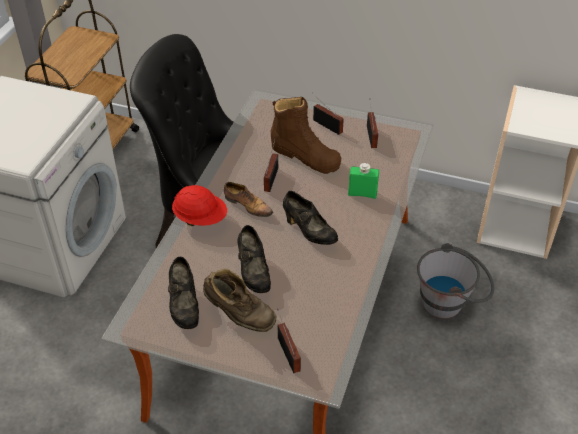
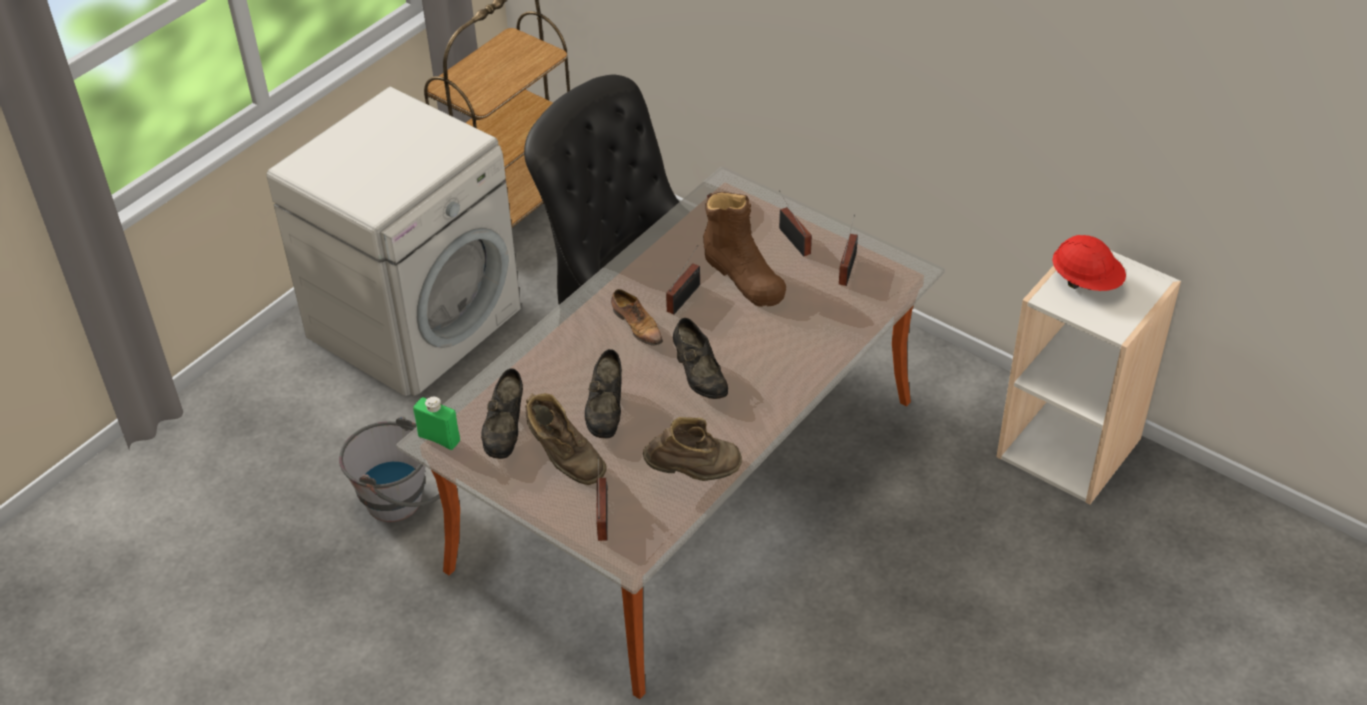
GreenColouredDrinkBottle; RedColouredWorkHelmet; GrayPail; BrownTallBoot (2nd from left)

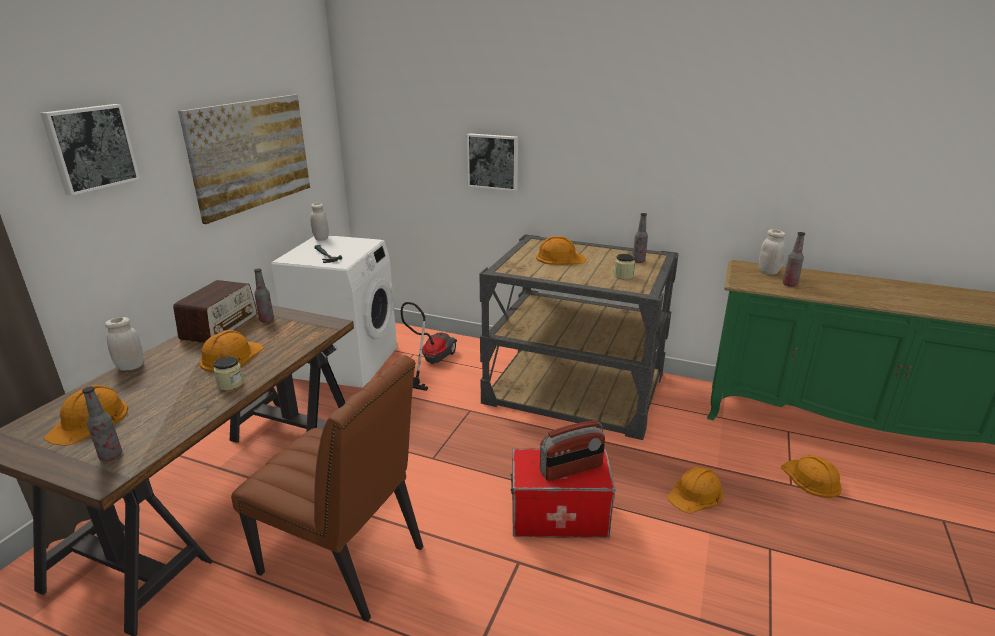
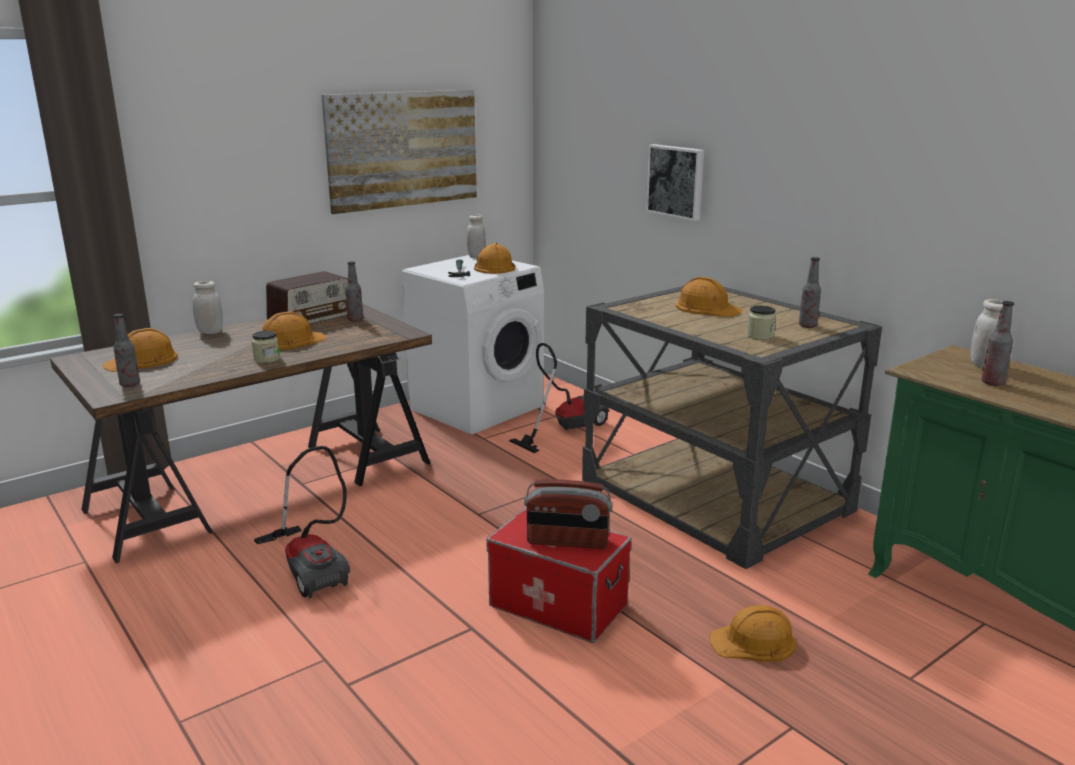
Picture (1st from left in the first image); Hoover (1st from left); OrangeyWorkHelmet (3rd from left)

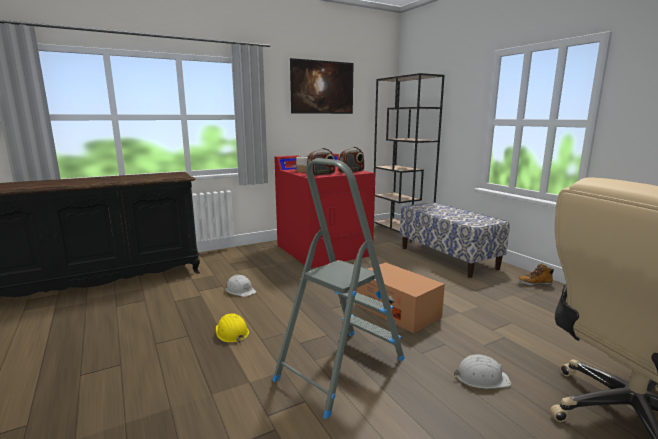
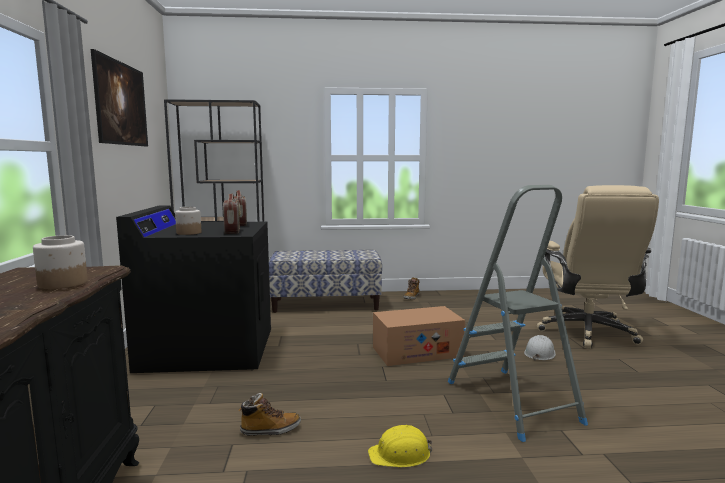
BlackishWashingMachine; TallBoot (1st from left); Jar (1st from left)

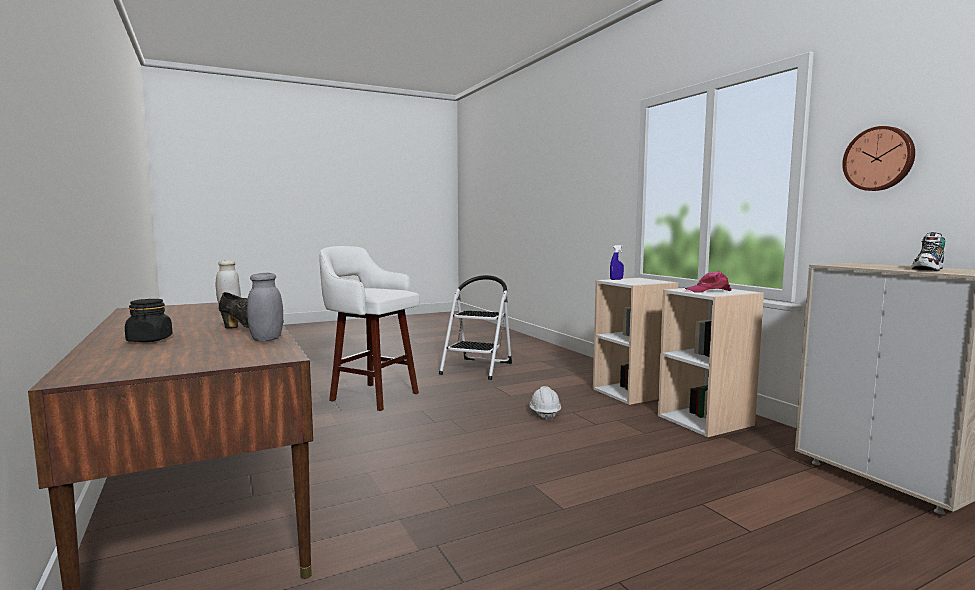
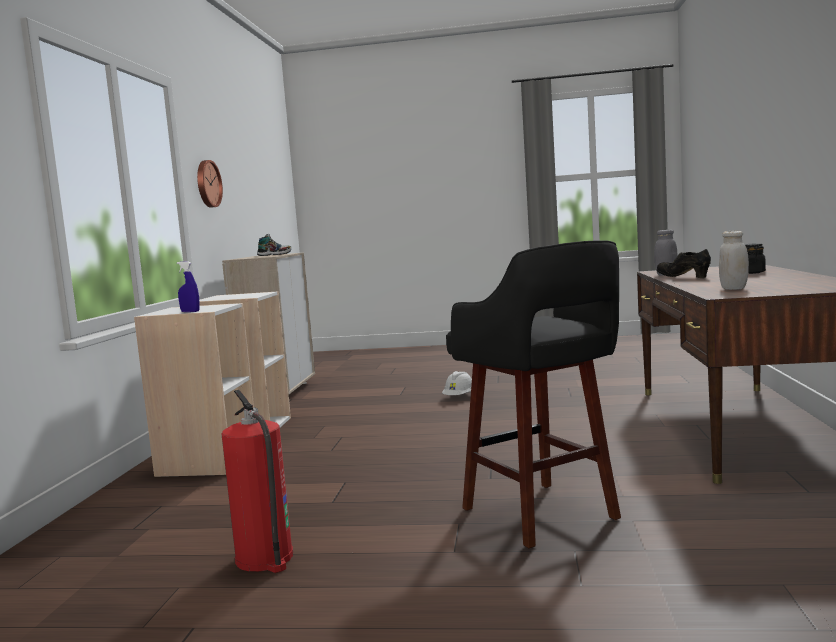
BlackishSittingStool; PinkColouredCap; FireExtinguisher; WhiteColouredWorkHelmet

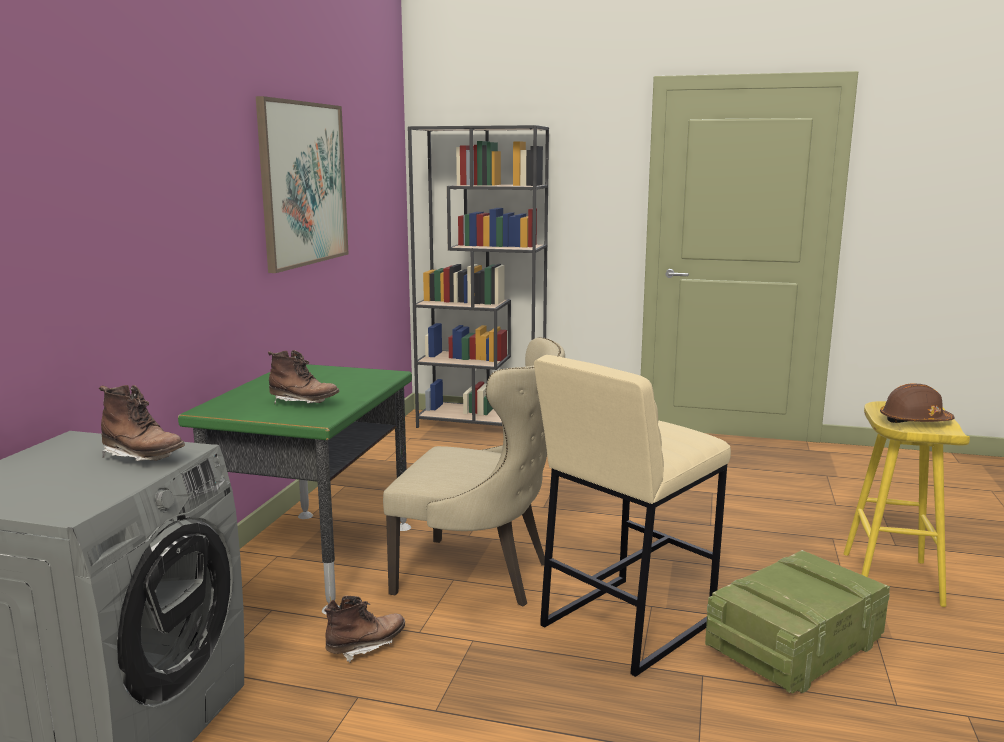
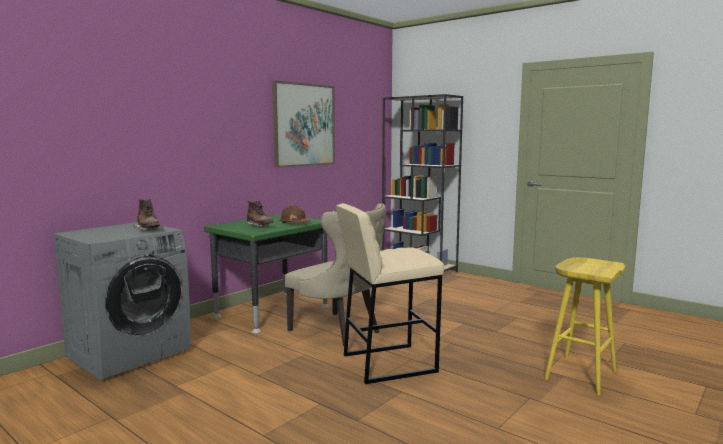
BrownWorkHelmet; Crate; BrownTallBoot (3rd from left in the first image)

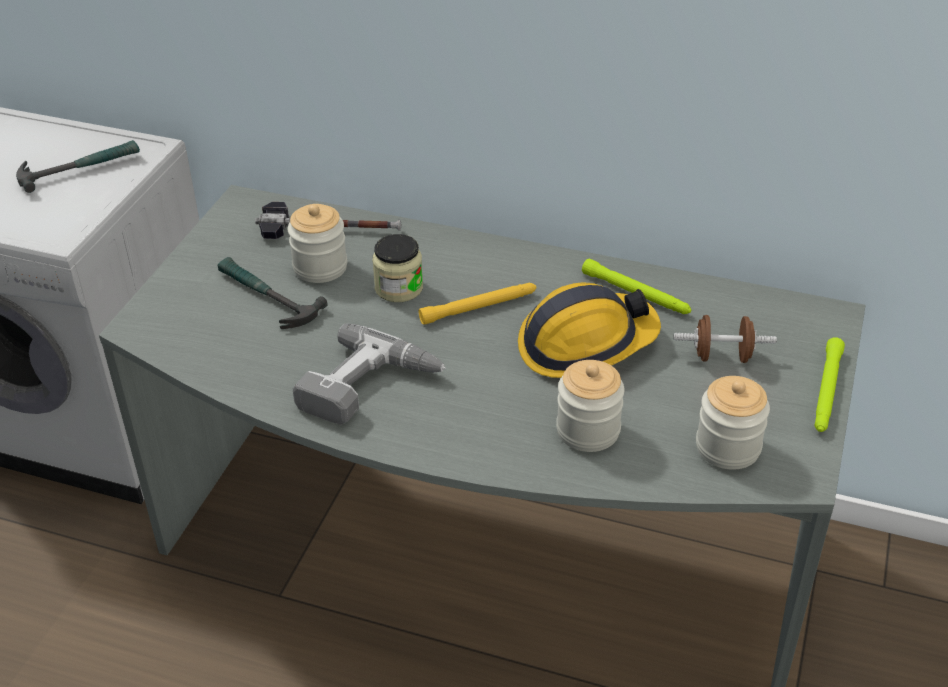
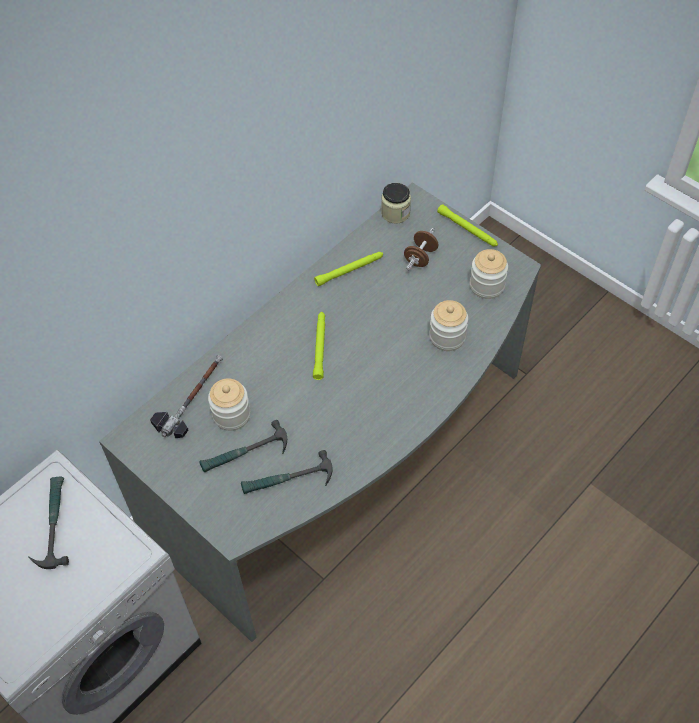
Jar (2nd from left); WorkHelmet; GreenColouredTorch (1st from left); PowerDrill; ToolHammer (4th from left)

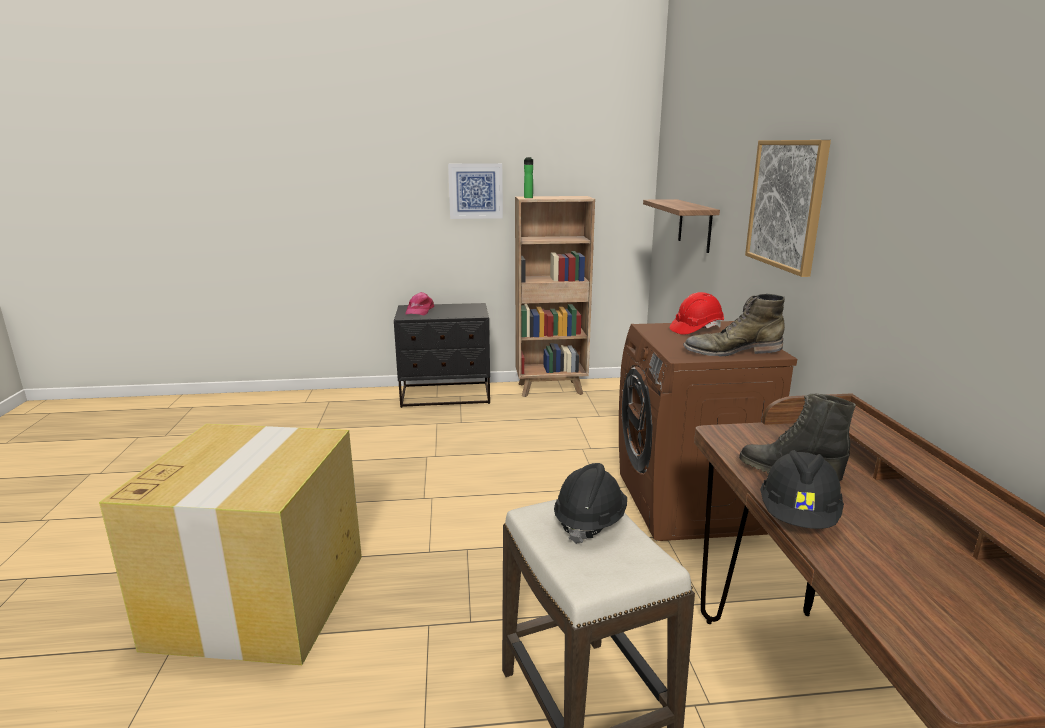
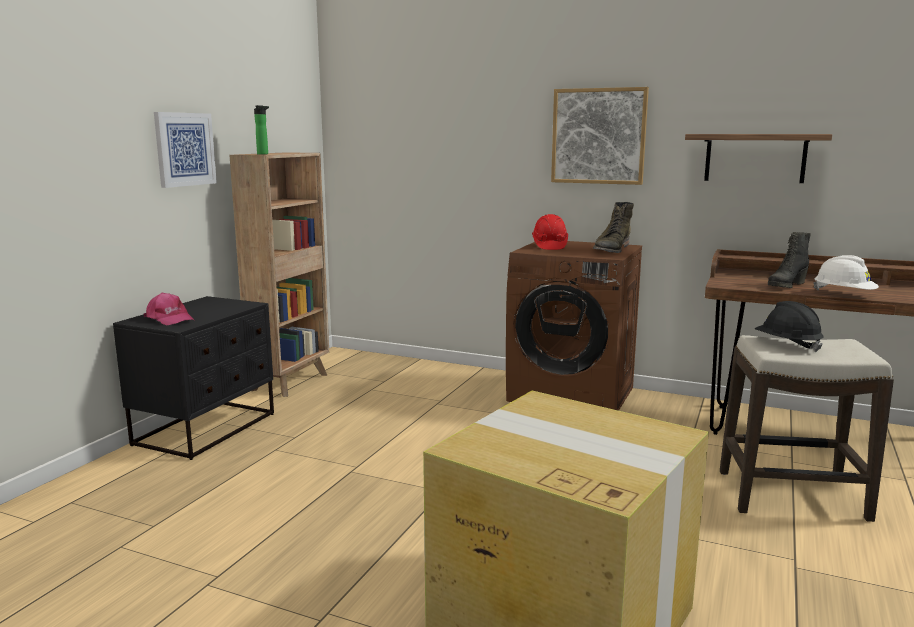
Shelf; WhiteColouredWorkHelmet

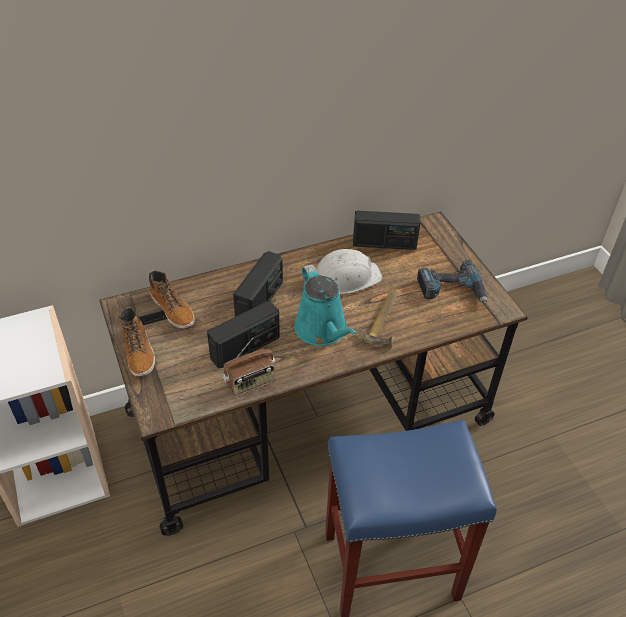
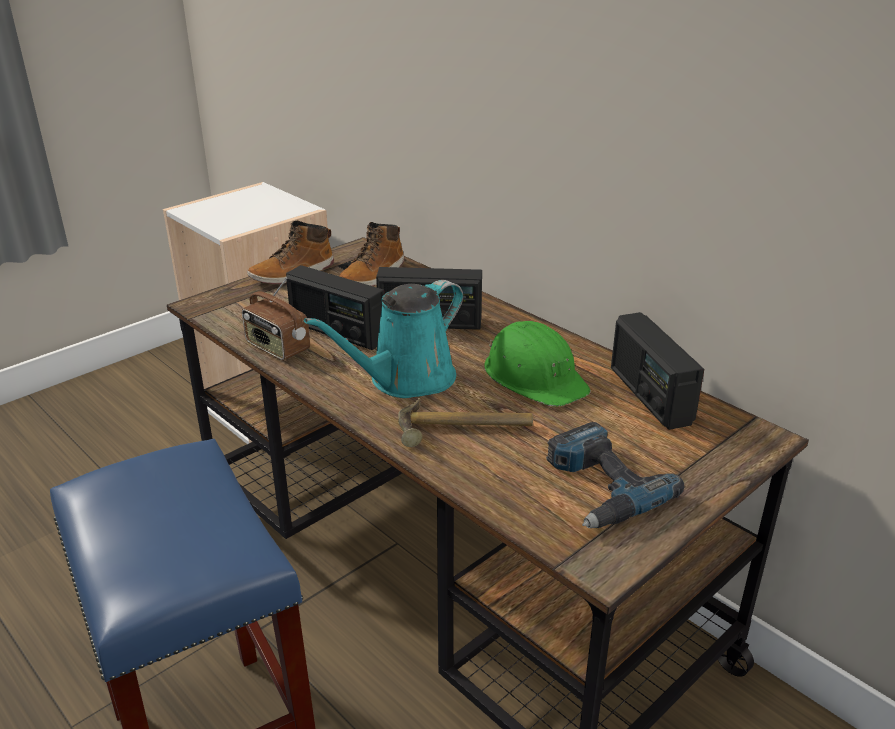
GreenColouredWorkHelmet

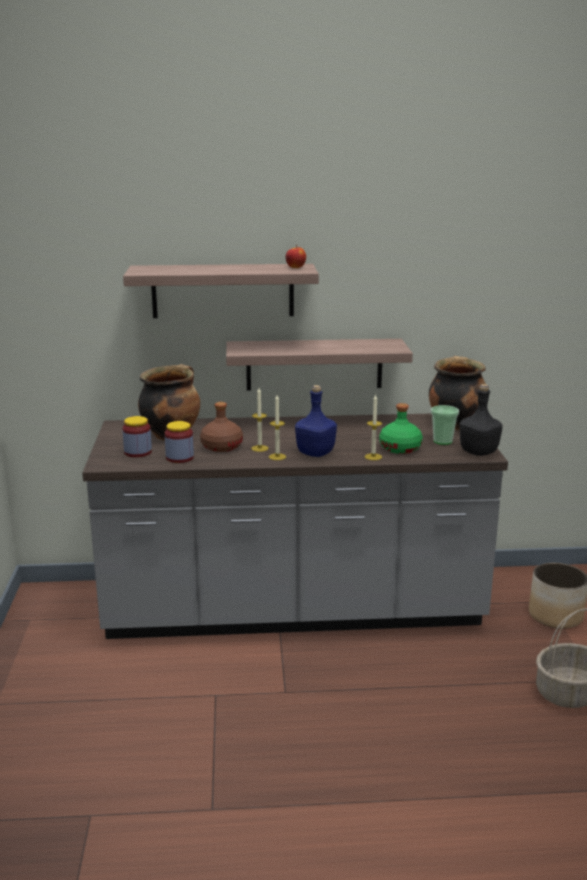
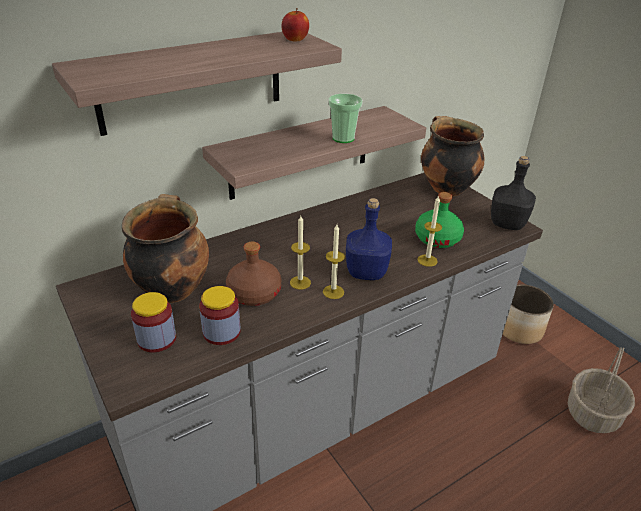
SmallCup

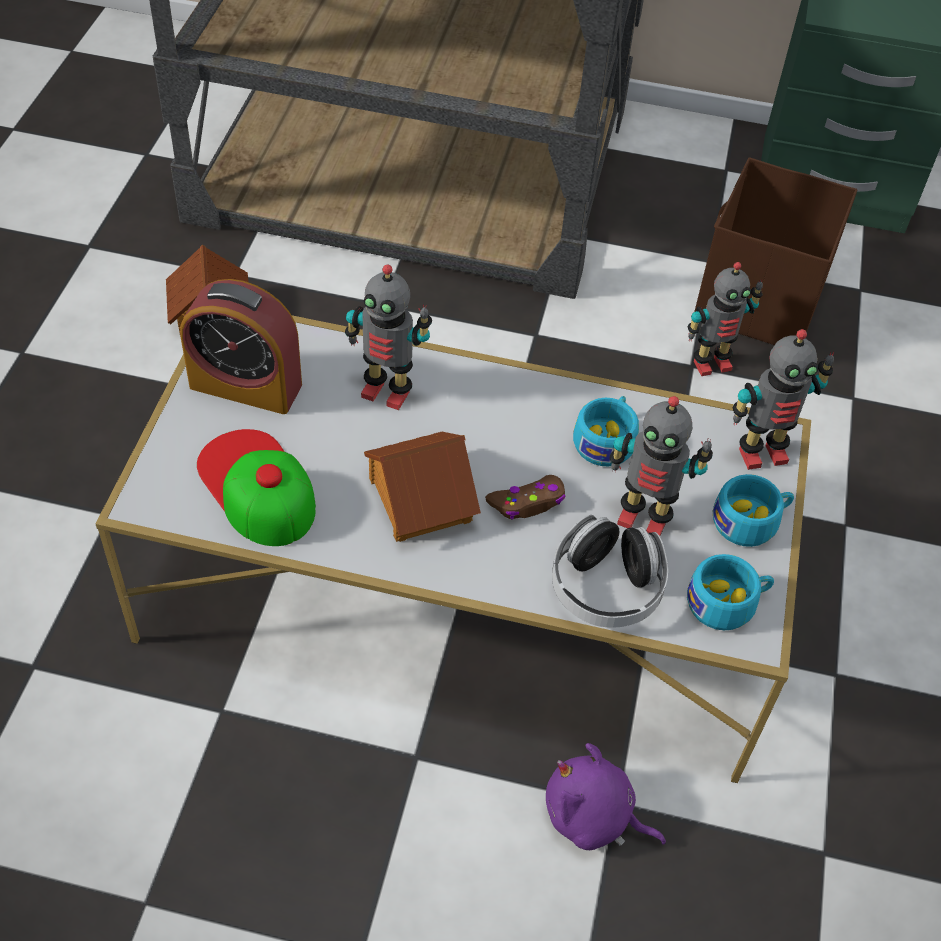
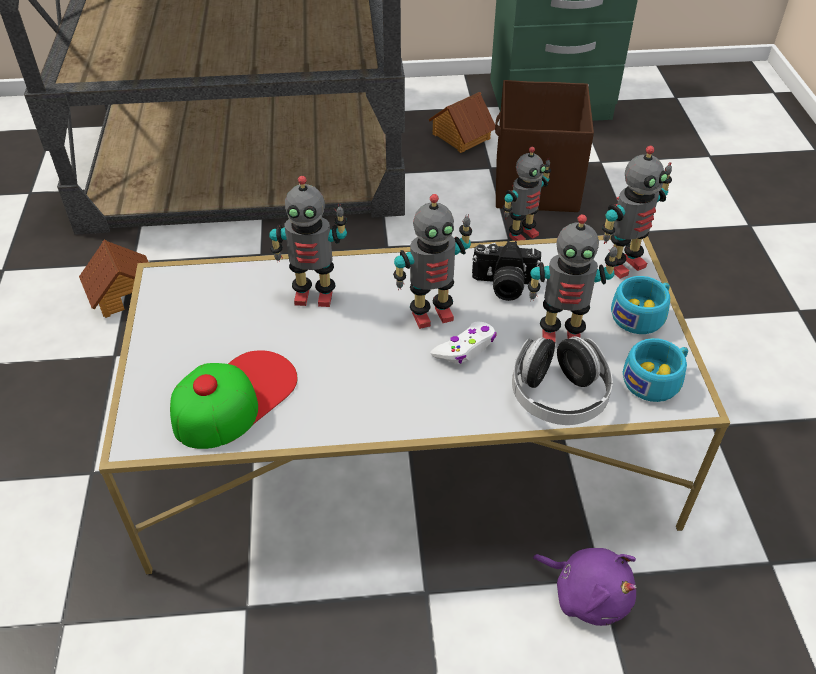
AlarmClock; StillCamera; Cap; ToyHouse (2nd from left); WhiteColouredGamepad; PurplishCuddlyToy; ToyRobot (2nd from left)

